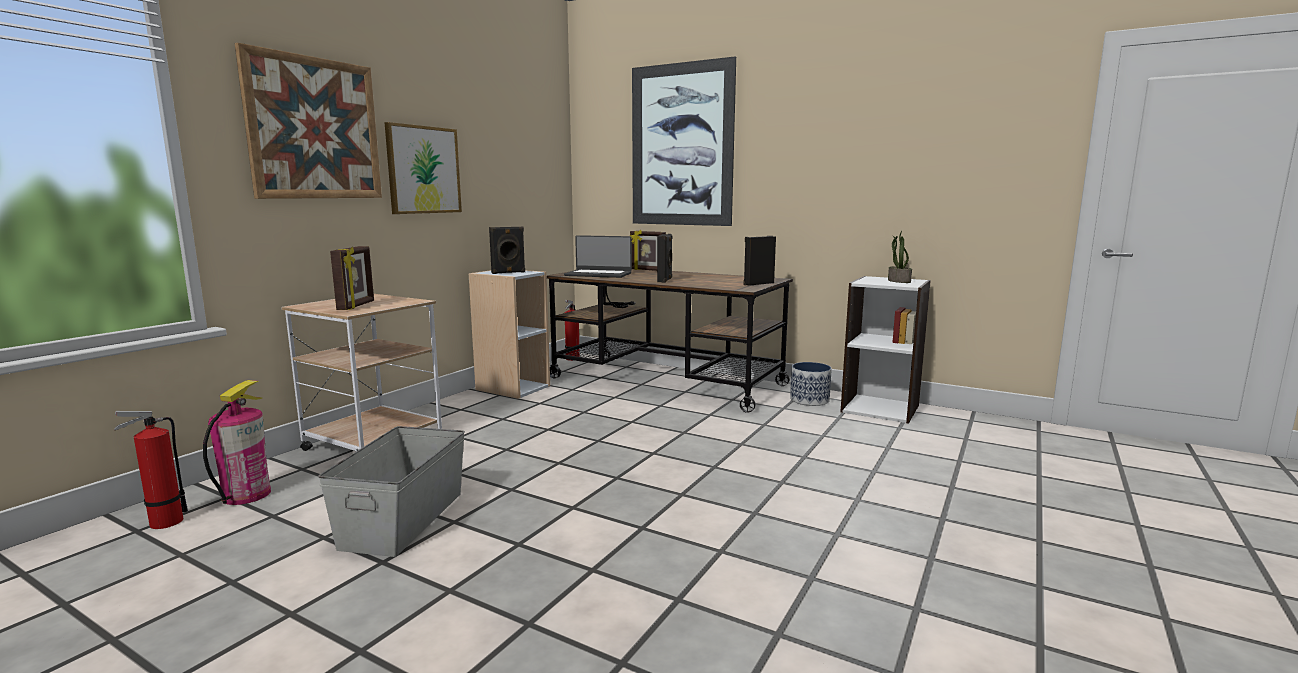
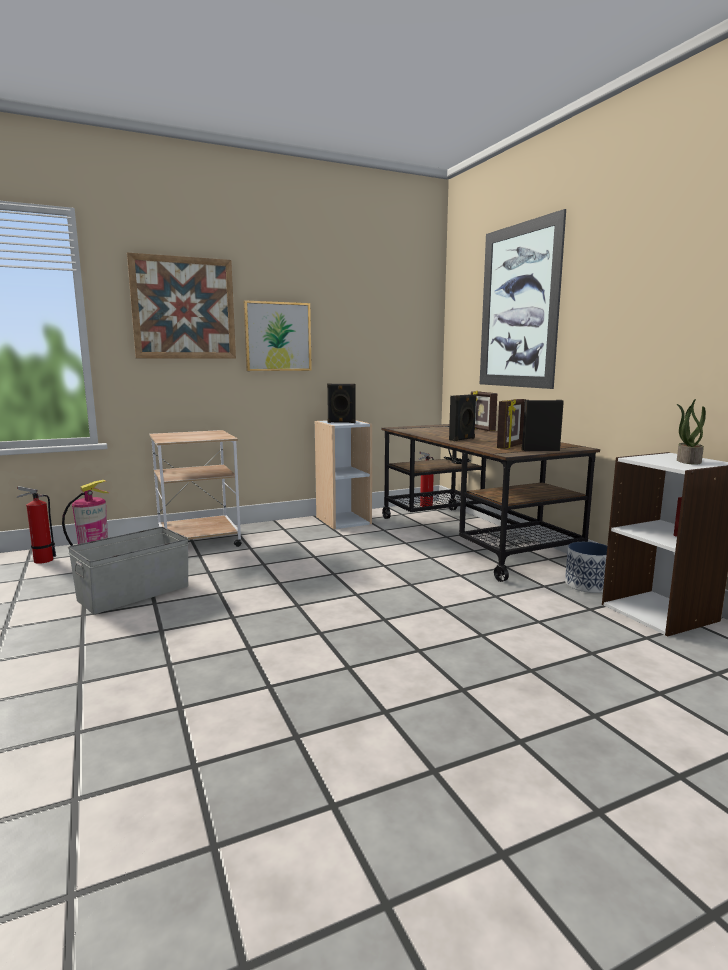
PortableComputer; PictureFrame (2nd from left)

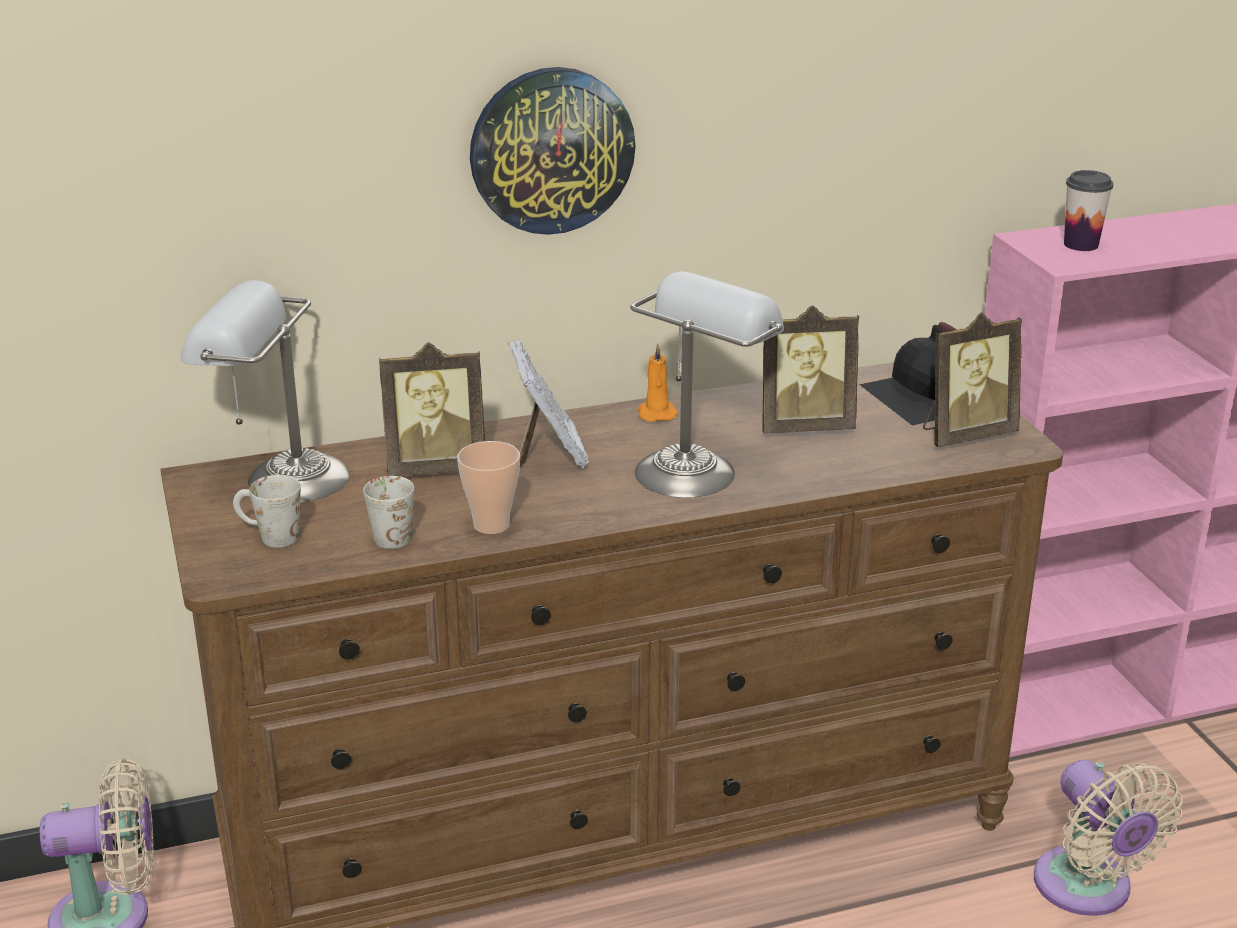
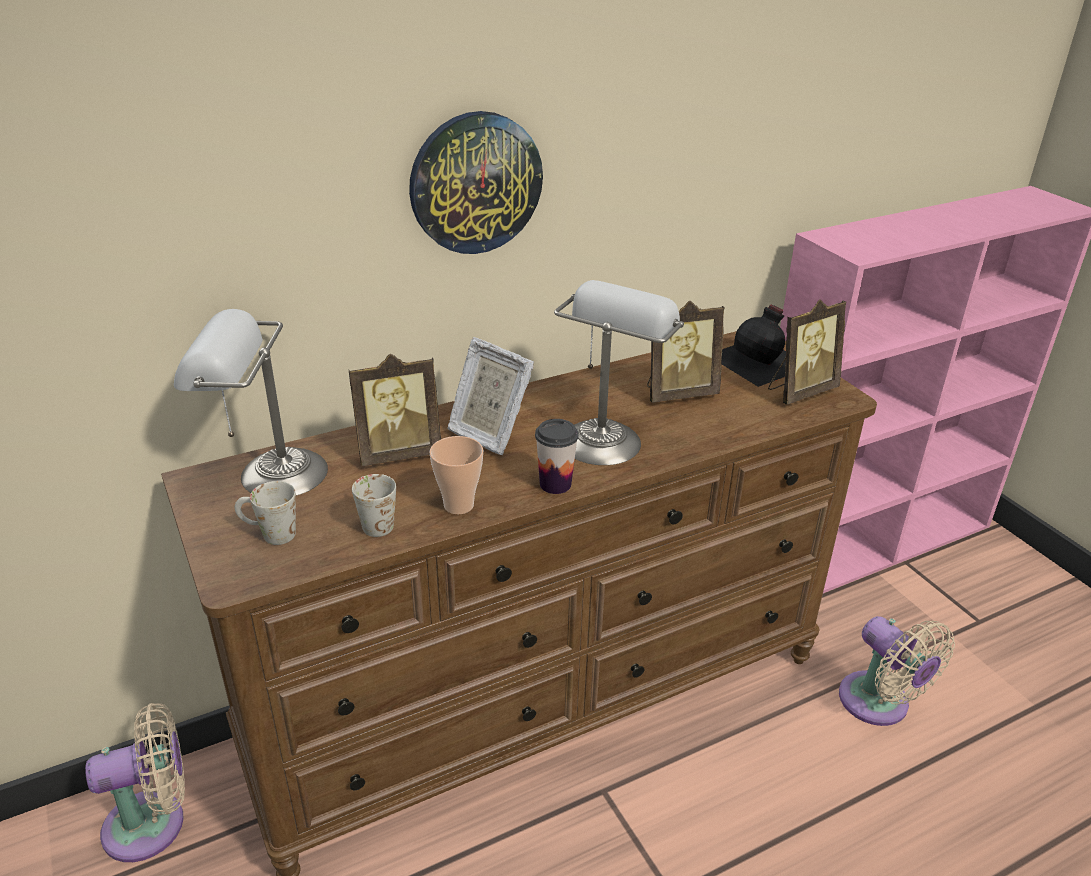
SmallCup (2nd from left); PictureFrame (2nd from left); OrangeyWaxLight

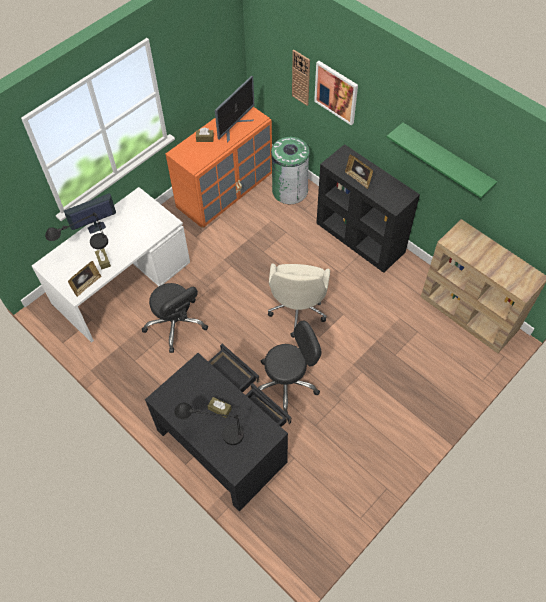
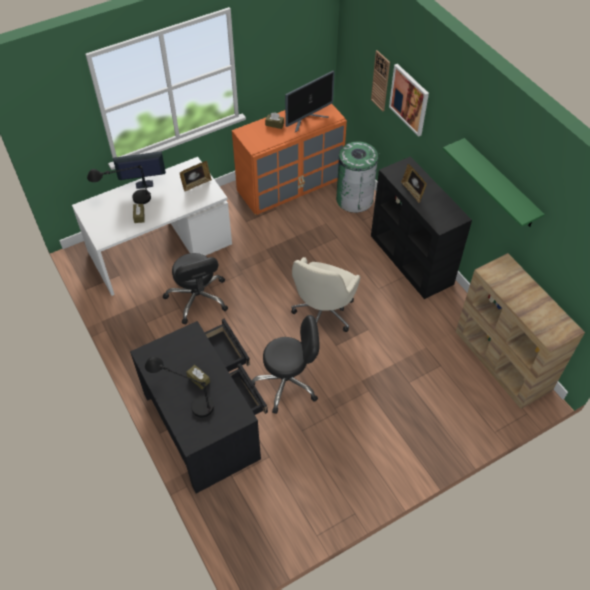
PictureFrame (1st from left)

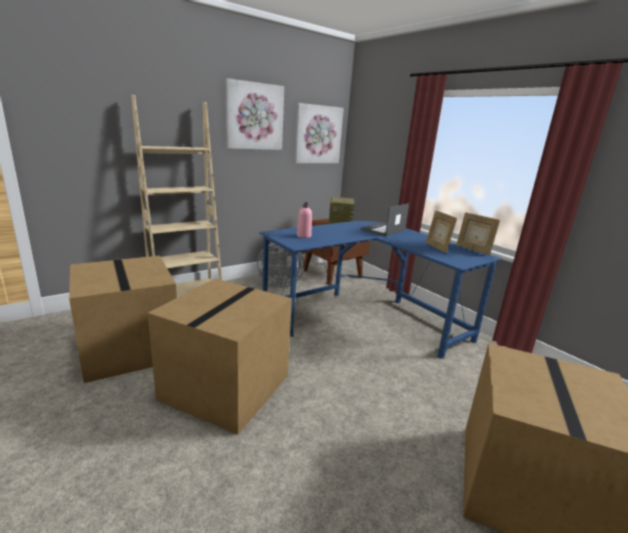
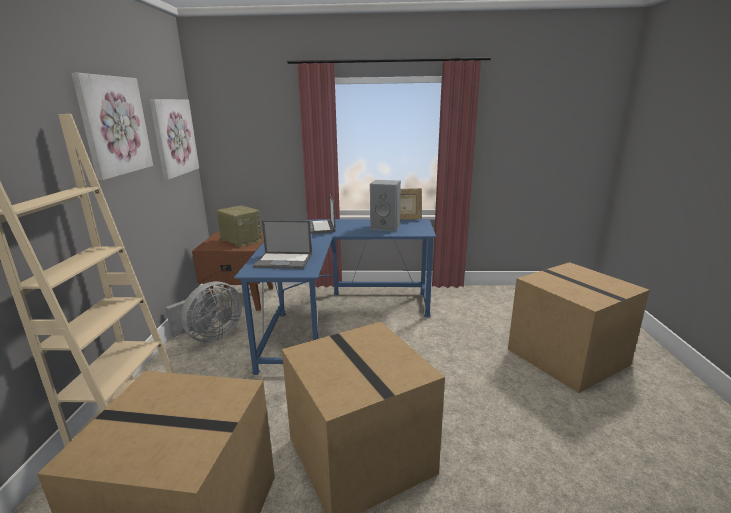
PortableComputer (1st from left); GrayAudioSpeaker

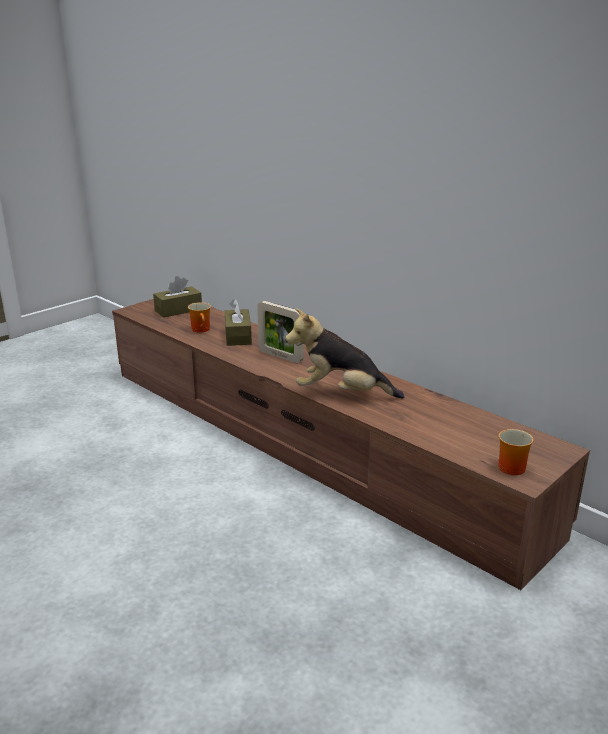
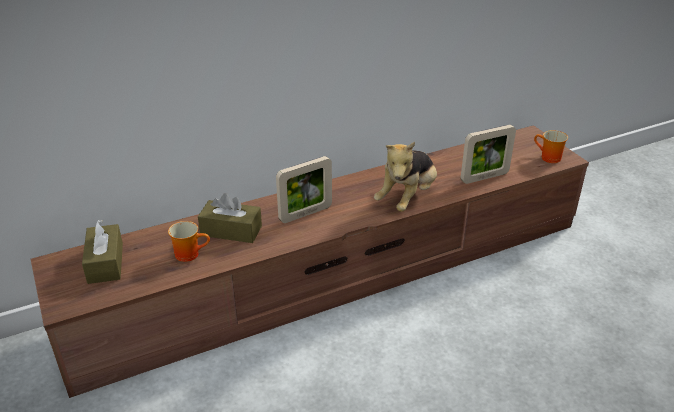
PictureFrame (2nd from left)

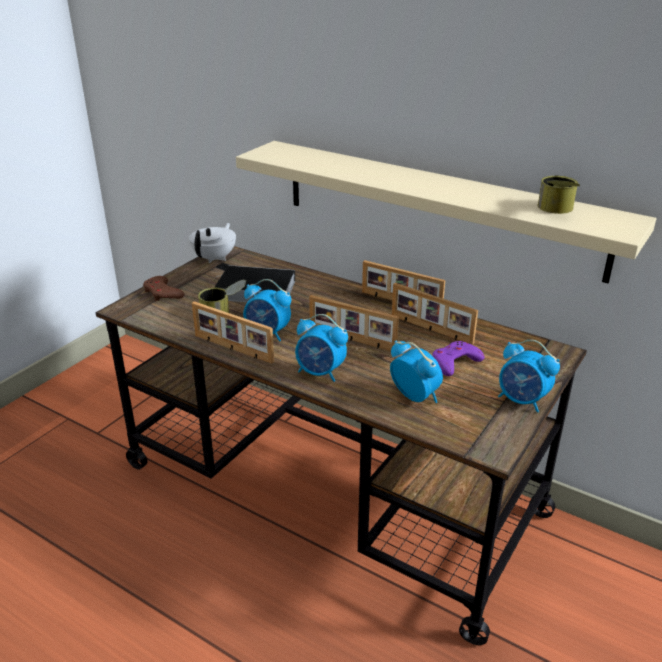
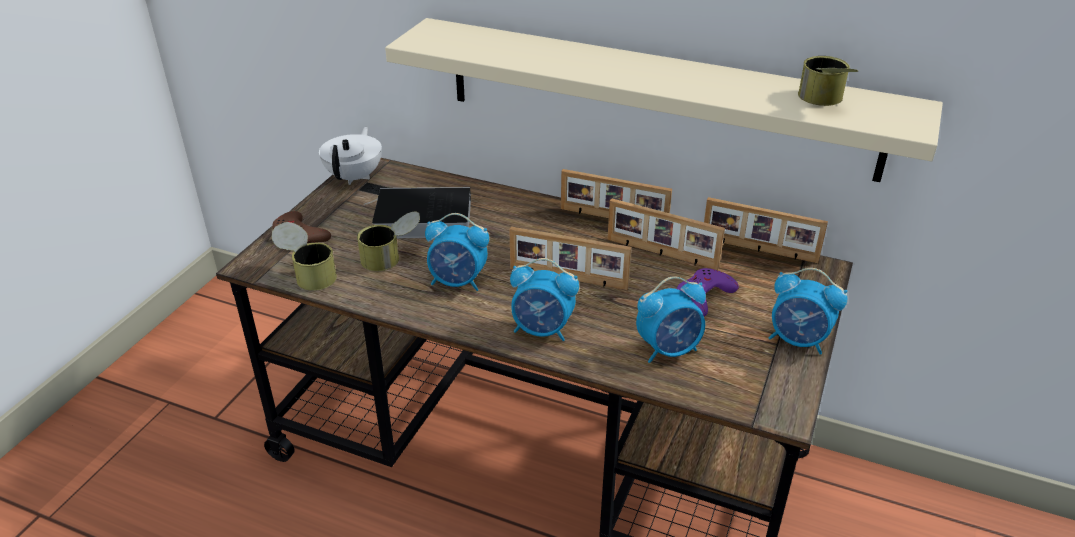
PictureFrame (4th from left); AlarmClock (3rd from left); Can (1st from left)

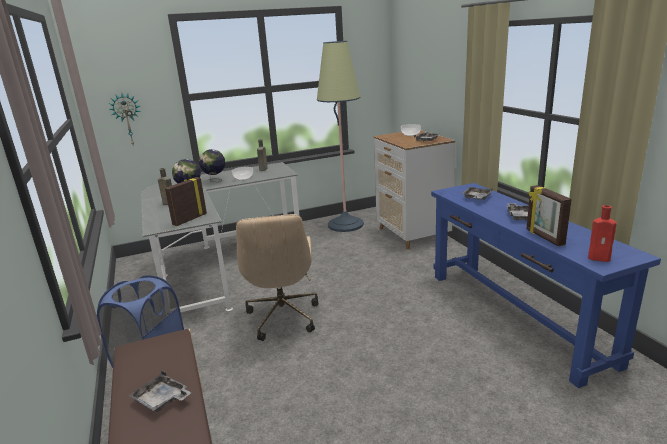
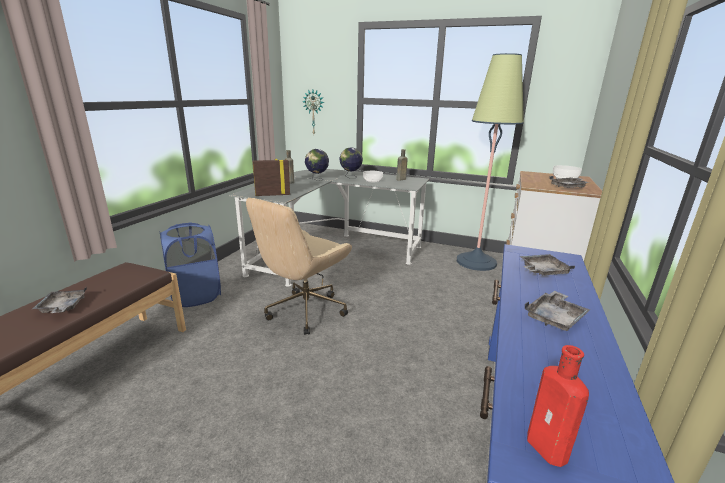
PictureFrame (2nd from left in the first image)

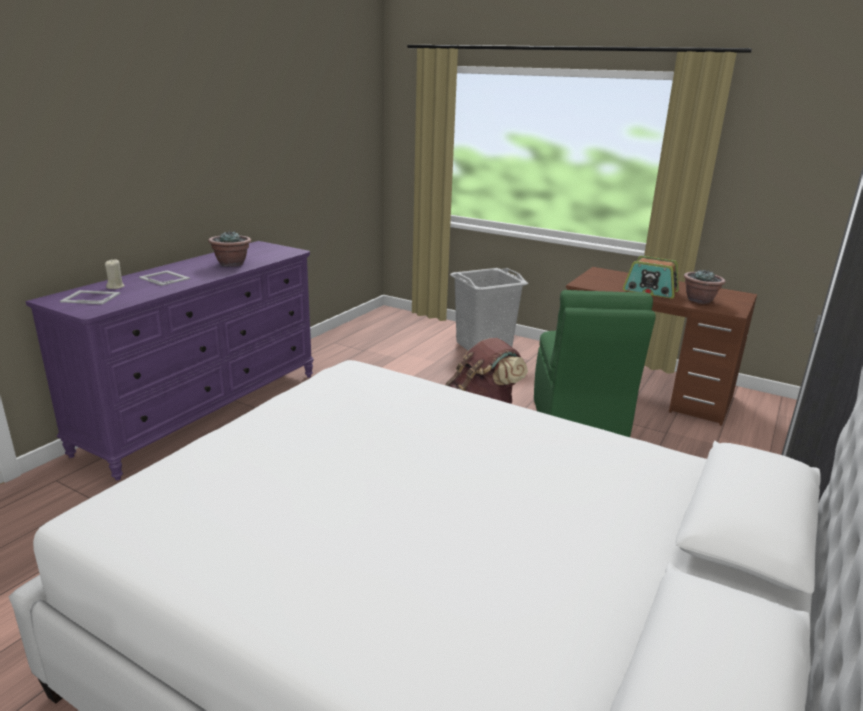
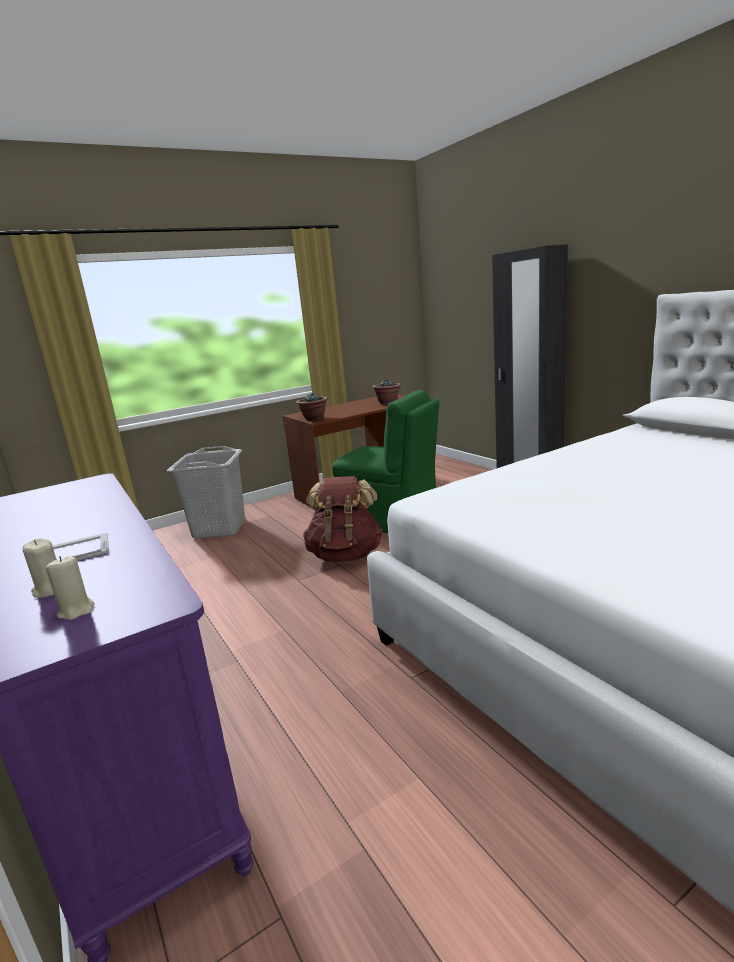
PlantInAPot (1st from left); RadioReceiver; SandColouredWaxLight (2nd from left)

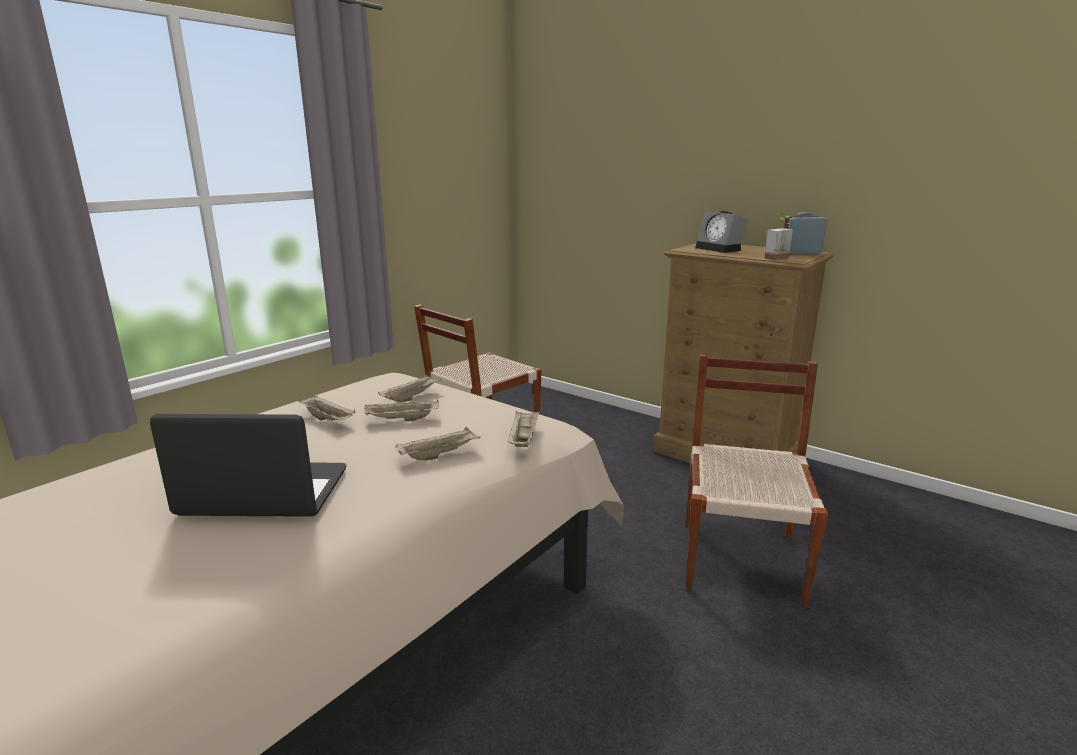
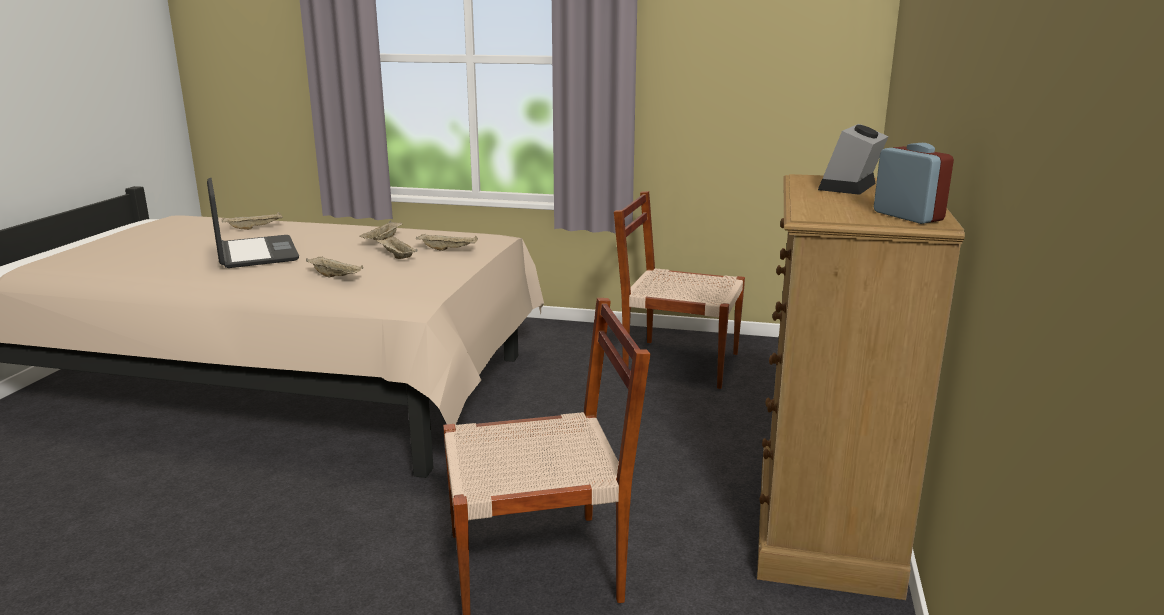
PlantInAPot; SandColouredTray (1st from left)

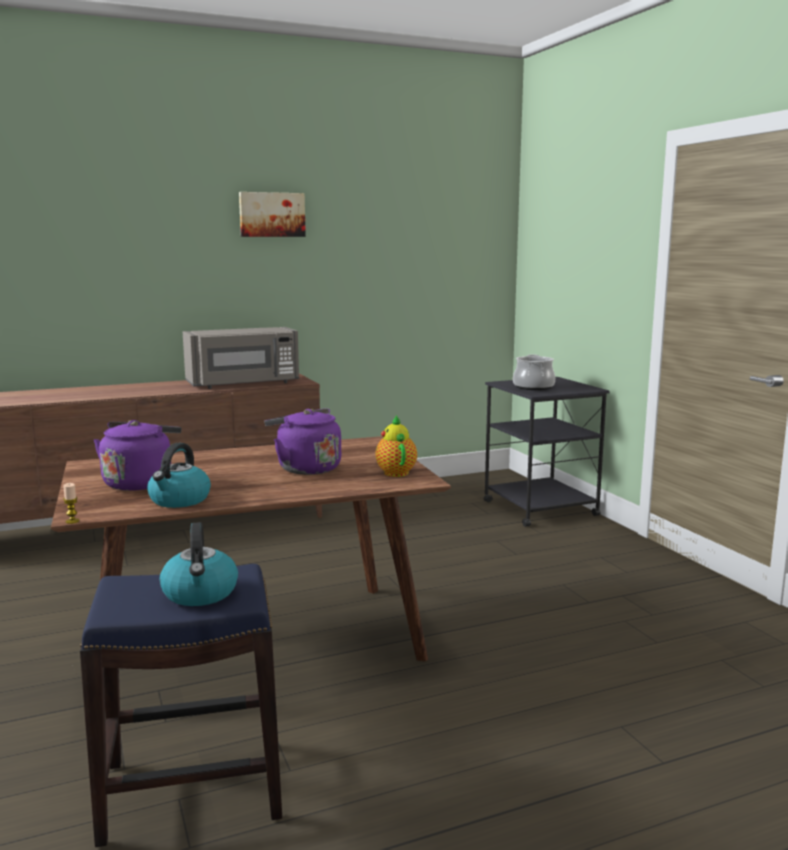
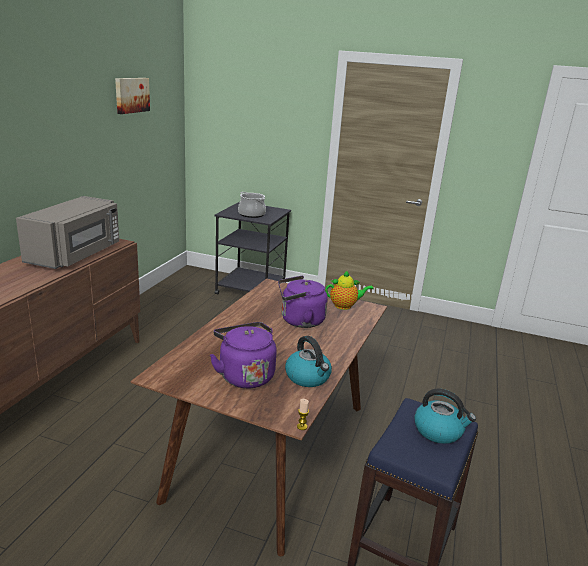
Picture; PotForTea

